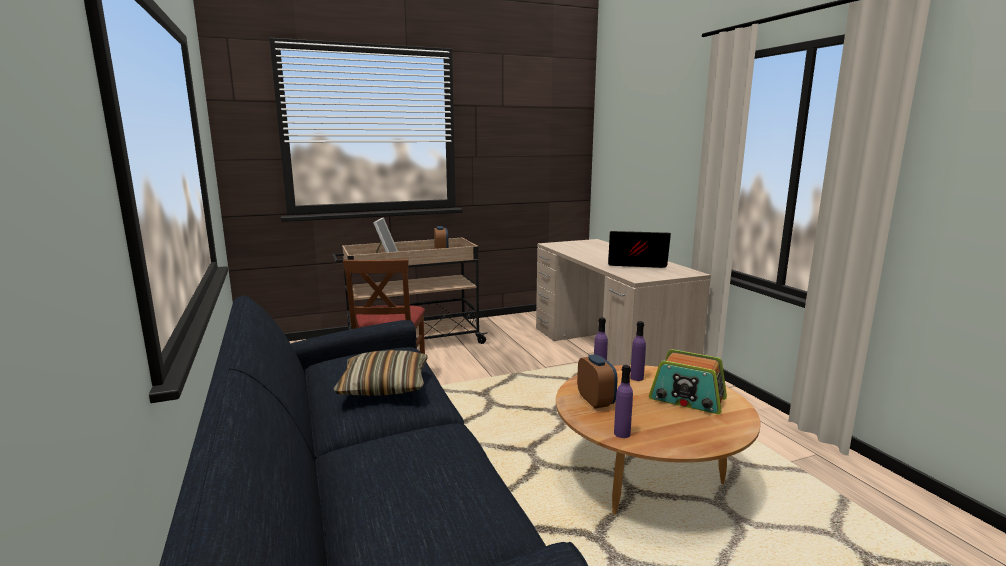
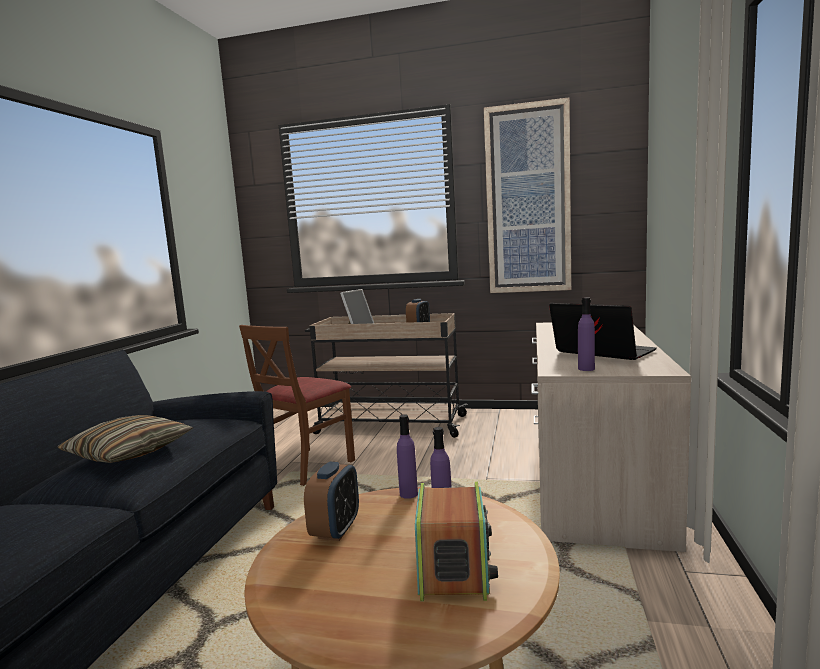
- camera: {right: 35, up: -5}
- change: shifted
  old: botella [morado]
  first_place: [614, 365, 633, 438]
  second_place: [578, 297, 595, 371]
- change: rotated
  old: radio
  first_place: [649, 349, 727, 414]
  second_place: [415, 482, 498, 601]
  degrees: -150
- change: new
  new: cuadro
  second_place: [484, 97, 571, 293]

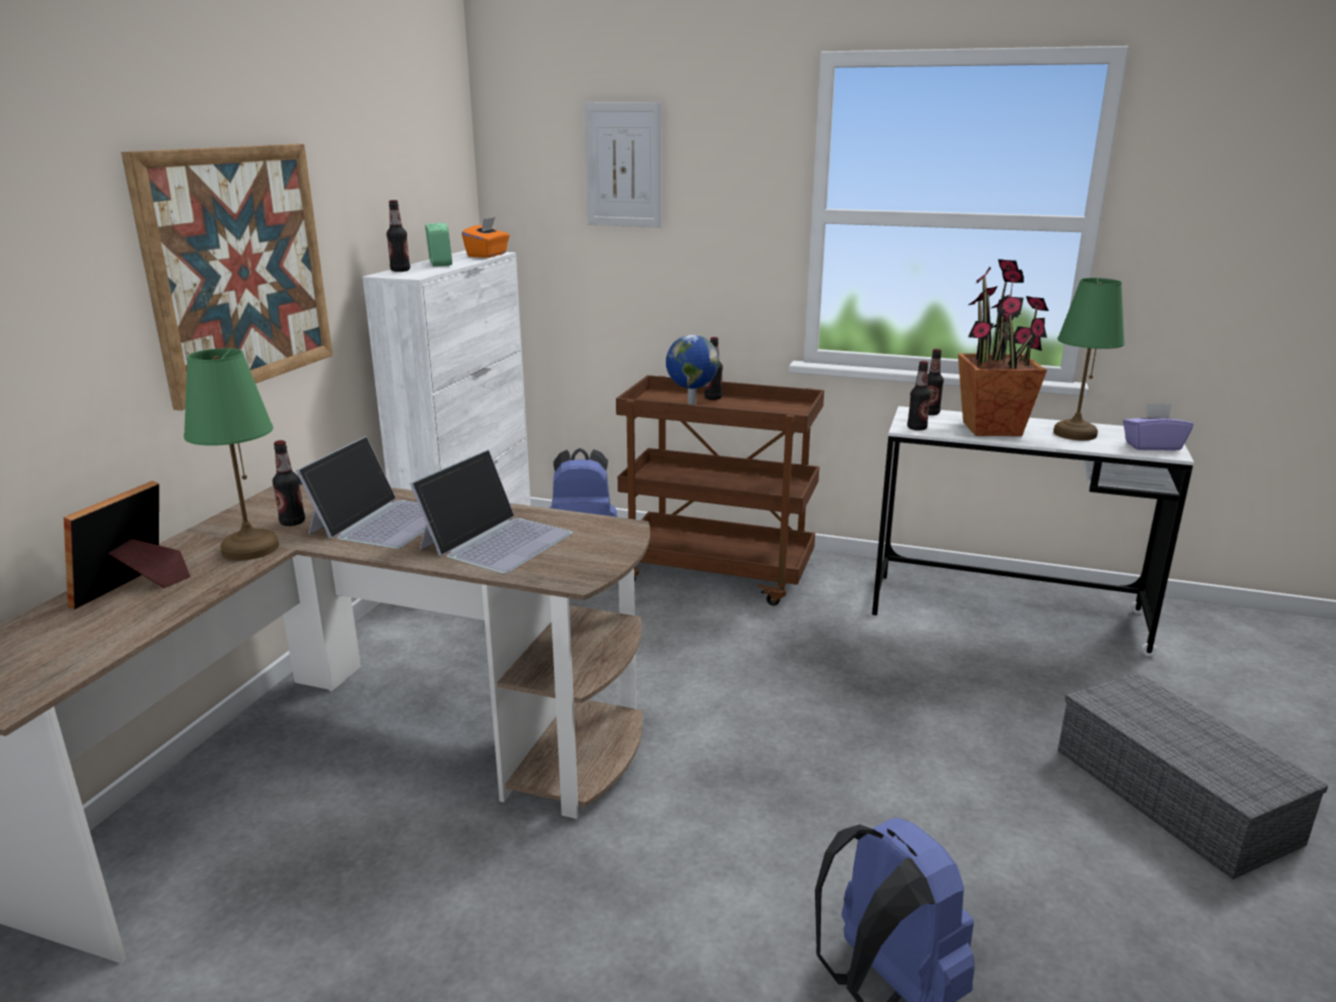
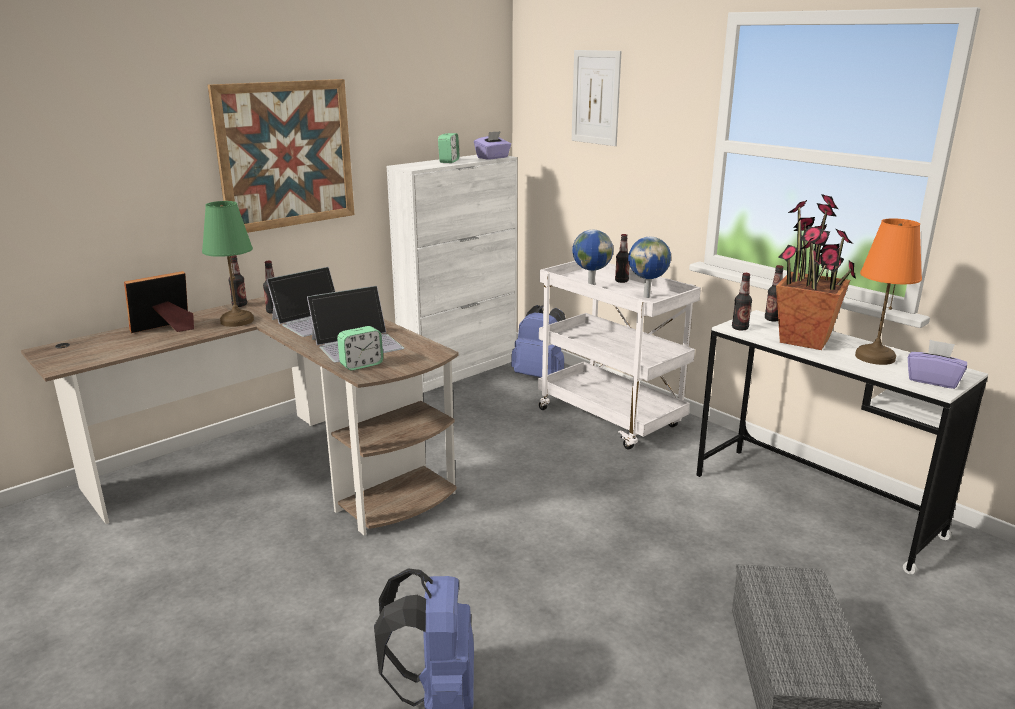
- camera: {right: 30, up: 0}
- change: shifted
  old: botella
  first_place: [387, 200, 410, 272]
  second_place: [229, 255, 247, 307]
- change: repainted
  old: caja de pañuelos [naranja]
  new: caja de pañuelos [morado]
  first_place: [462, 217, 510, 258]
  second_place: [474, 131, 511, 160]
- change: repainted
  old: carrito [marrón]
  new: carrito [blanco]
  first_place: [616, 375, 824, 606]
  second_place: [538, 261, 701, 450]
- change: repainted
  old: lámpara de mesa [verde]
  new: lámpara de mesa [naranja]
  first_place: [1053, 278, 1125, 441]
  second_place: [855, 218, 922, 365]
- change: new
  new: despertador
  second_place: [337, 326, 383, 370]
- change: new
  new: globo terráqueo
  second_place: [628, 237, 671, 298]

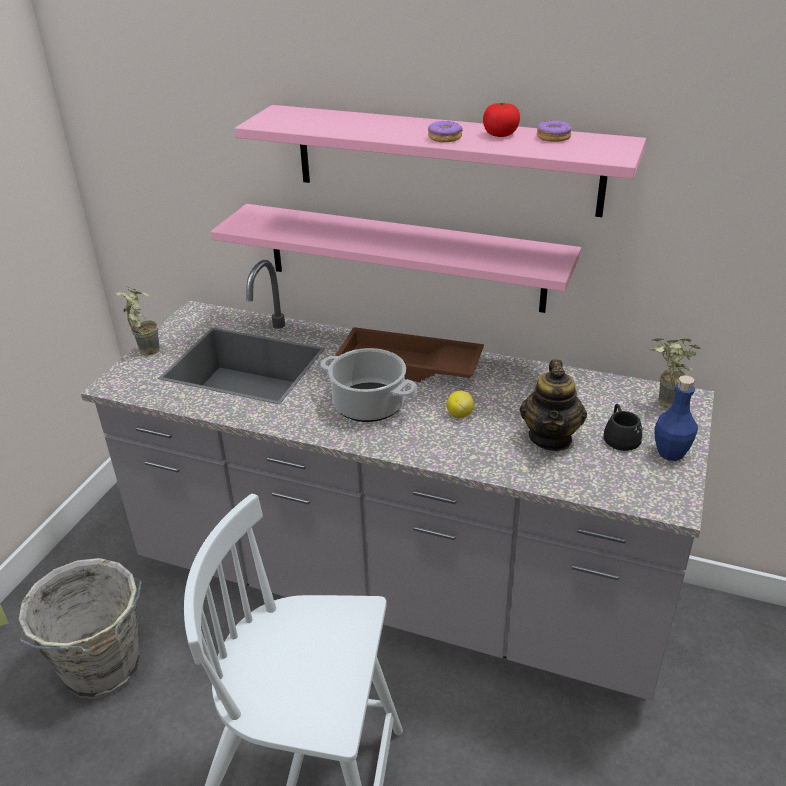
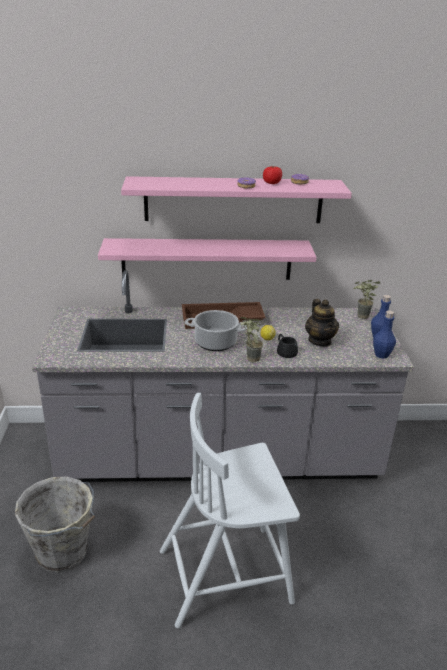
- camera: {right: -25, up: -5}
- change: shifted
  old: planta en maceta
  first_place: [116, 286, 159, 356]
  second_place: [240, 317, 263, 362]
- change: shifted
  old: taza grande [negro]
  first_place: [604, 404, 643, 451]
  second_place: [277, 334, 298, 358]
- change: new
  new: botella [azul]
  second_place: [373, 310, 396, 359]

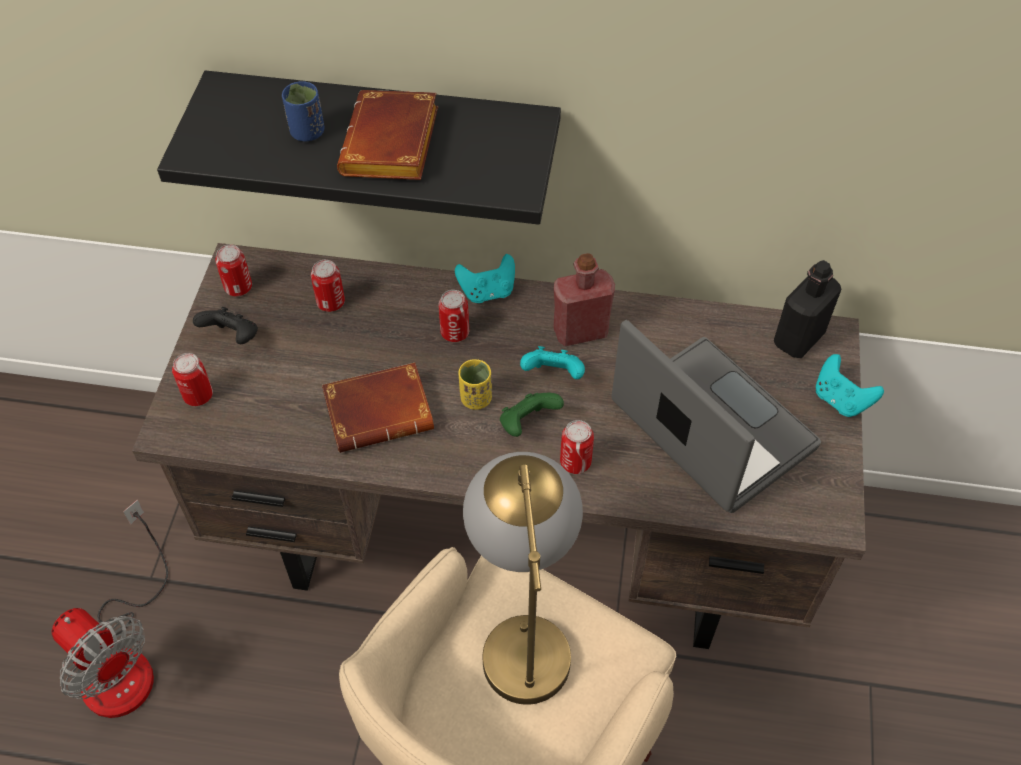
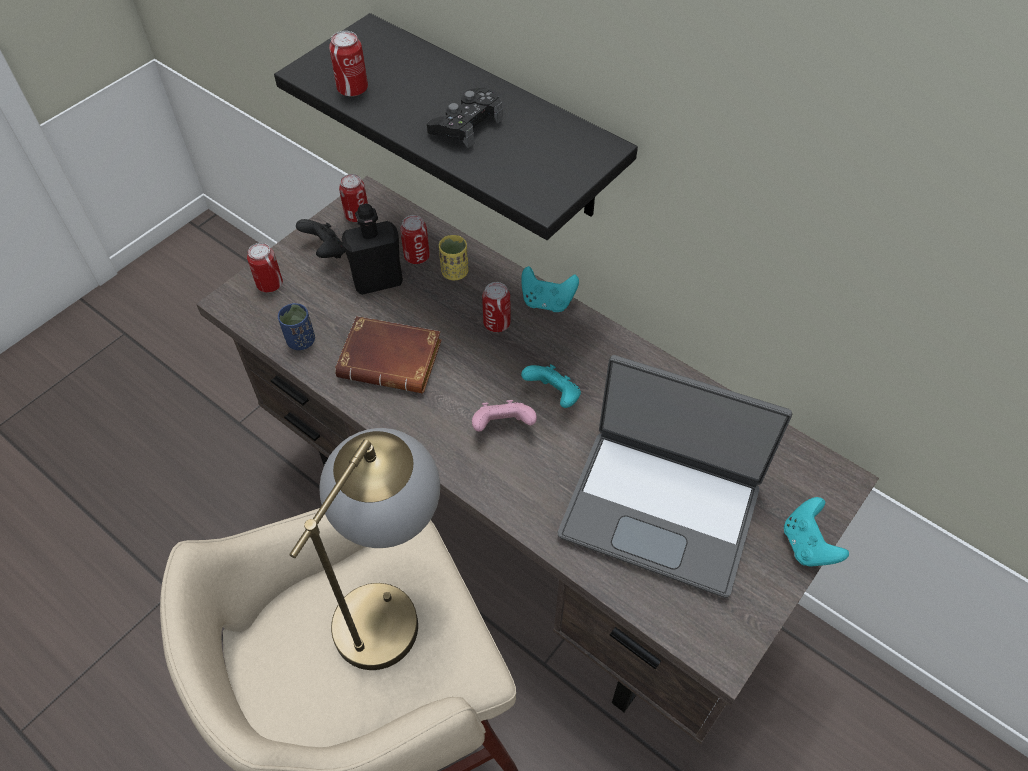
- camera: {right: 30, up: 0}
- change: gone
  old: ventilador
  first_place: [52, 500, 168, 718]
- change: shifted
  old: taza [azul]
  first_place: [282, 81, 324, 141]
  second_place: [278, 303, 315, 350]
- change: swapped
  old: libro [marrón]
  new: mando de consola [negro]
  first_place: [337, 90, 438, 180]
  second_place: [427, 87, 503, 148]
- change: shifted
  old: taza [amarillo]
  first_place: [458, 359, 492, 410]
  second_place: [439, 235, 468, 280]
- change: repainted
  old: mando de consola [verde]
  new: mando de consola [rosa]
  first_place: [500, 393, 564, 437]
  second_place: [472, 400, 537, 432]
- change: gone
  old: botella [rojo]
  first_place: [553, 253, 615, 346]
- change: shifted
  old: lata
  first_place: [560, 420, 594, 474]
  second_place: [329, 31, 368, 97]
- change: rotated
  old: portátil
  first_place: [611, 320, 821, 513]
  second_place: [558, 355, 792, 598]
  degrees: 120
- change: shifted
  old: botella [negro]
  first_place: [774, 260, 842, 358]
  second_place: [342, 204, 403, 295]

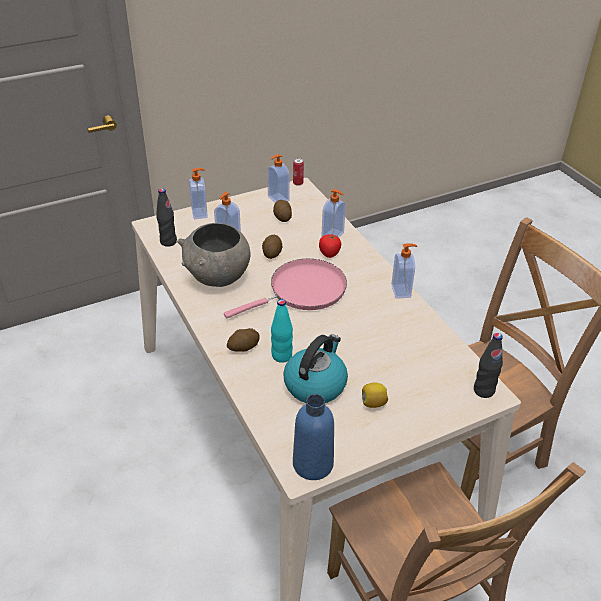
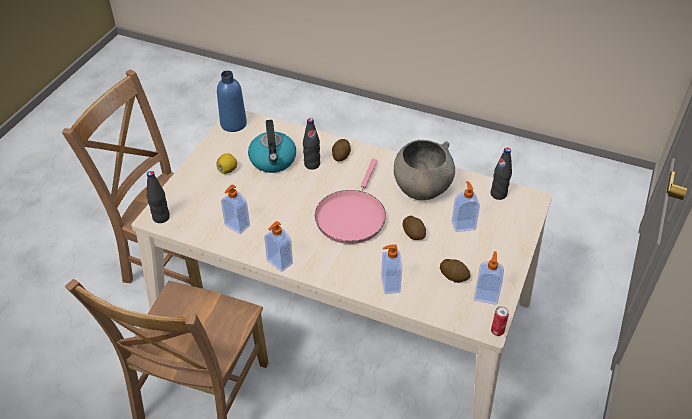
- camera: {right: 140, up: 5}
- change: shifted
  old: dispensador de jabón
  first_place: [189, 168, 208, 219]
  second_place: [221, 185, 250, 234]
- change: repainted
  old: botella [turquesa]
  new: botella [negro]
  first_place: [271, 299, 293, 363]
  second_place: [303, 118, 320, 170]
- change: gone
  old: tomate
  first_place: [319, 234, 341, 258]

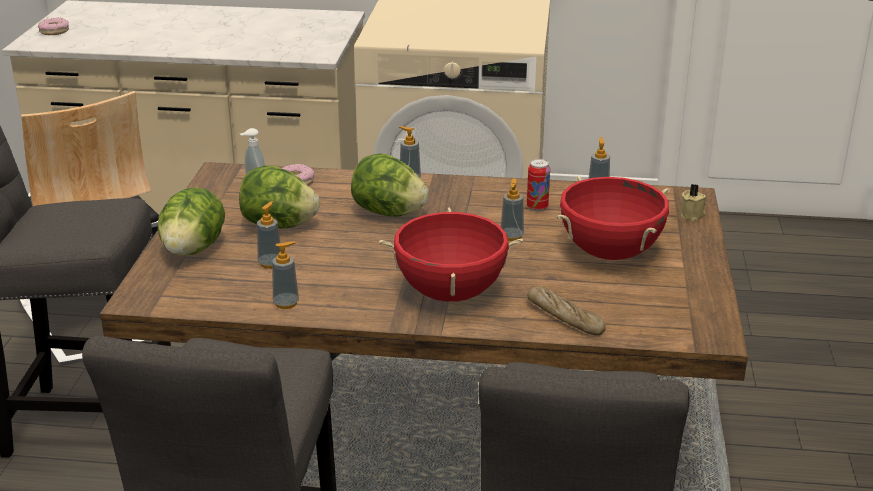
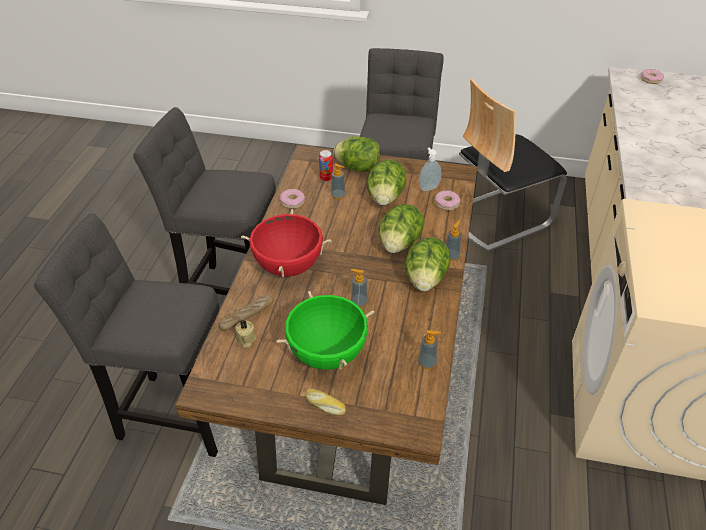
- camera: {right: 95, up: 15}
- change: swapped
  old: dispensador de jabón
  new: rosquilla
  first_place: [272, 242, 299, 309]
  second_place: [279, 189, 305, 209]
- change: shifted
  old: lata
  first_place: [527, 159, 550, 211]
  second_place: [319, 150, 333, 182]
- change: repainted
  old: olla [rojo]
  new: olla [verde]
  first_place: [557, 176, 670, 260]
  second_place: [277, 291, 374, 370]
- change: shifted
  old: vela [beis]
  first_place: [680, 184, 706, 221]
  second_place: [235, 320, 256, 348]
- change: new
  new: pan
  second_place: [305, 389, 346, 415]
- change: new
  new: lechuga
  second_place: [405, 237, 450, 291]

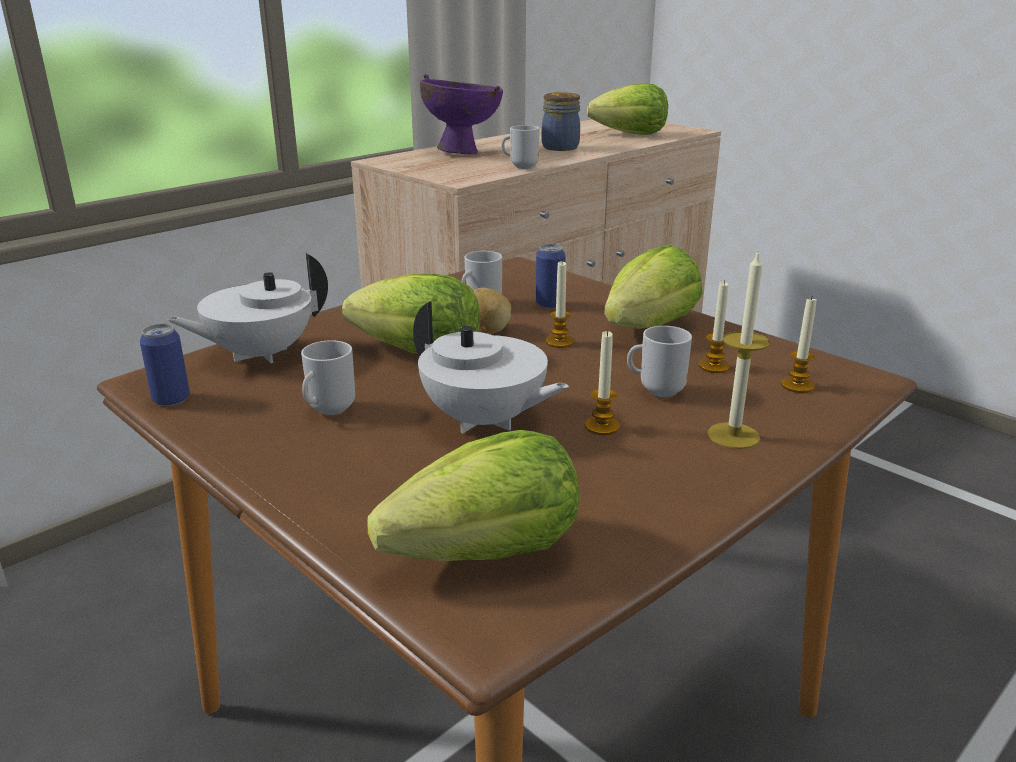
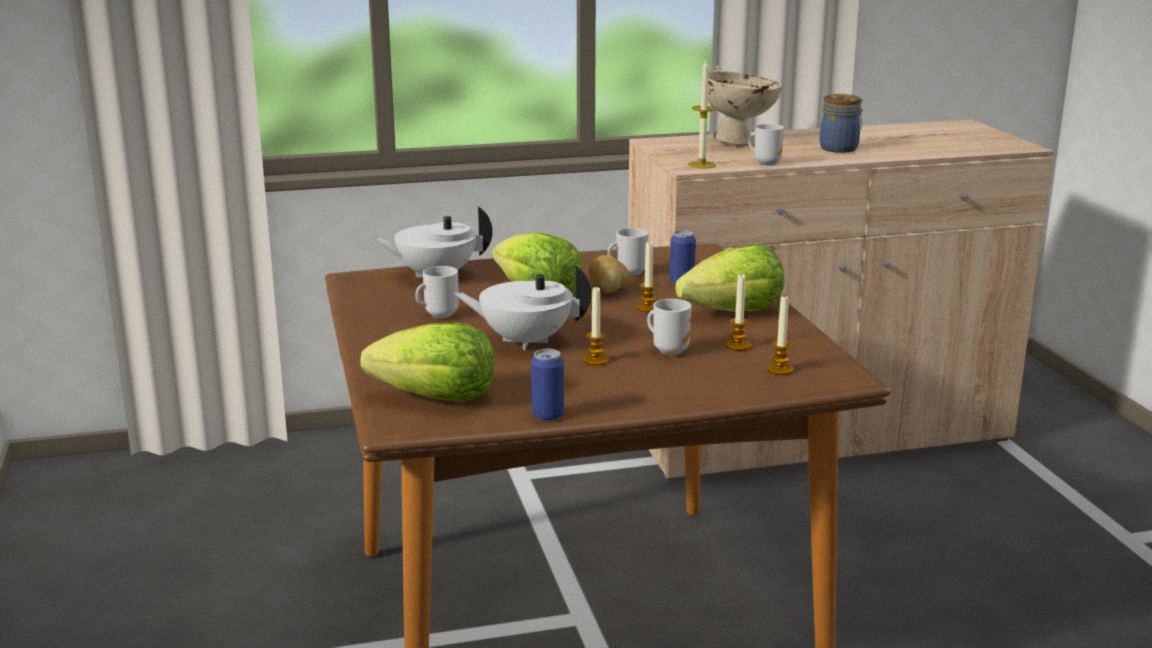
- camera: {right: 30, up: -5}
- change: shifted
  old: lata
  first_place: [140, 324, 190, 406]
  second_place: [531, 349, 564, 421]
- change: rotated
  old: tetera [blanco]
  first_place: [413, 301, 569, 433]
  second_place: [454, 266, 591, 350]
  degrees: 120
- change: repainted
  old: cuenco [morado]
  new: cuenco [beis]
  first_place: [420, 74, 503, 154]
  second_place: [707, 66, 782, 145]
- change: gone
  old: lechuga
  first_place: [587, 84, 668, 135]
- change: shifted
  old: vela
  first_place: [708, 250, 770, 449]
  second_place: [688, 60, 716, 169]

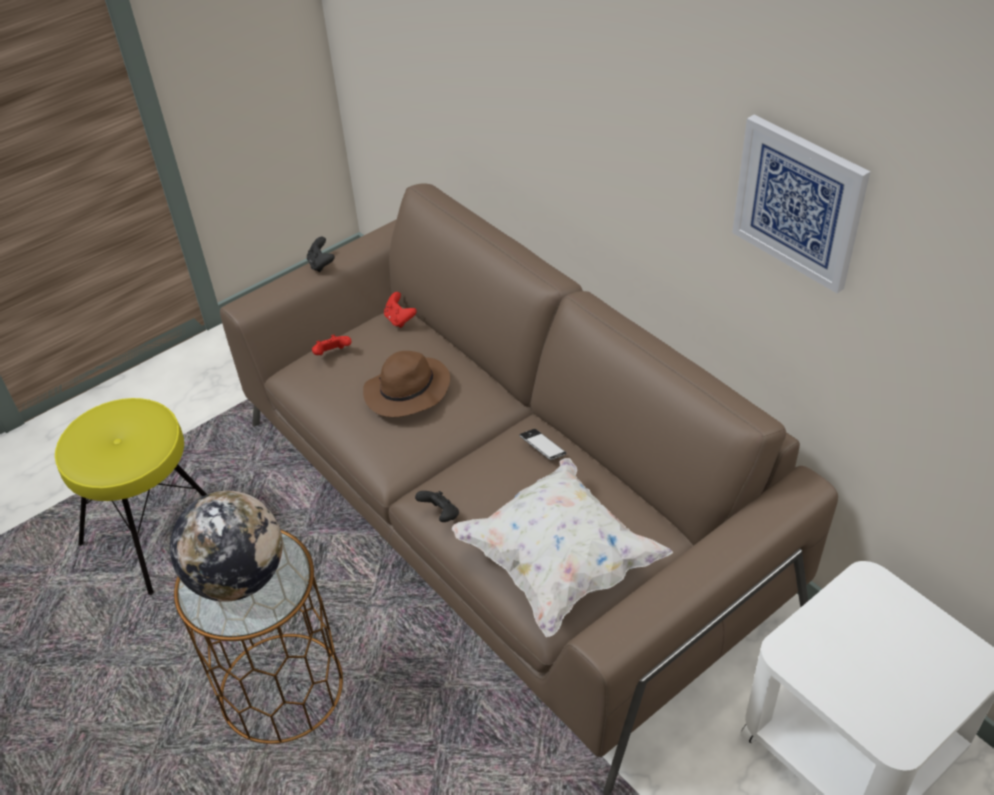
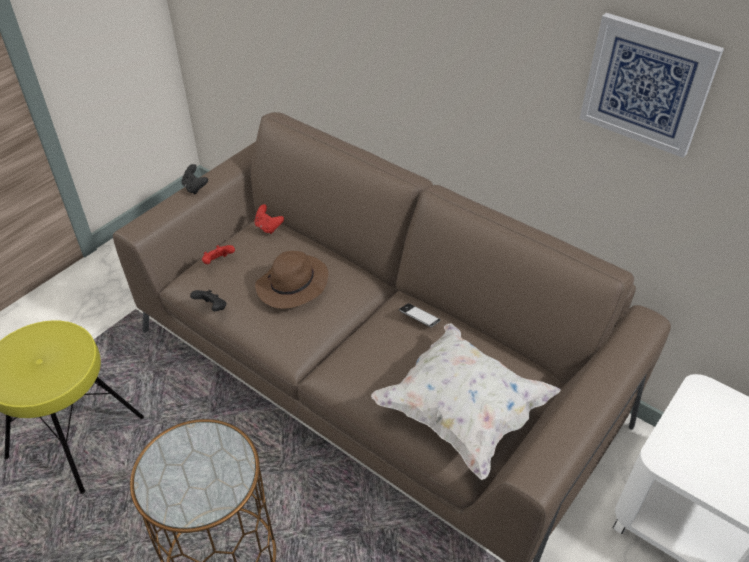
- camera: {right: -15, up: 0}
- change: gone
  old: globo terráqueo
  first_place: [170, 491, 283, 602]
- change: shifted
  old: mando de consola [negro]
  first_place: [415, 491, 459, 522]
  second_place: [190, 290, 226, 311]

